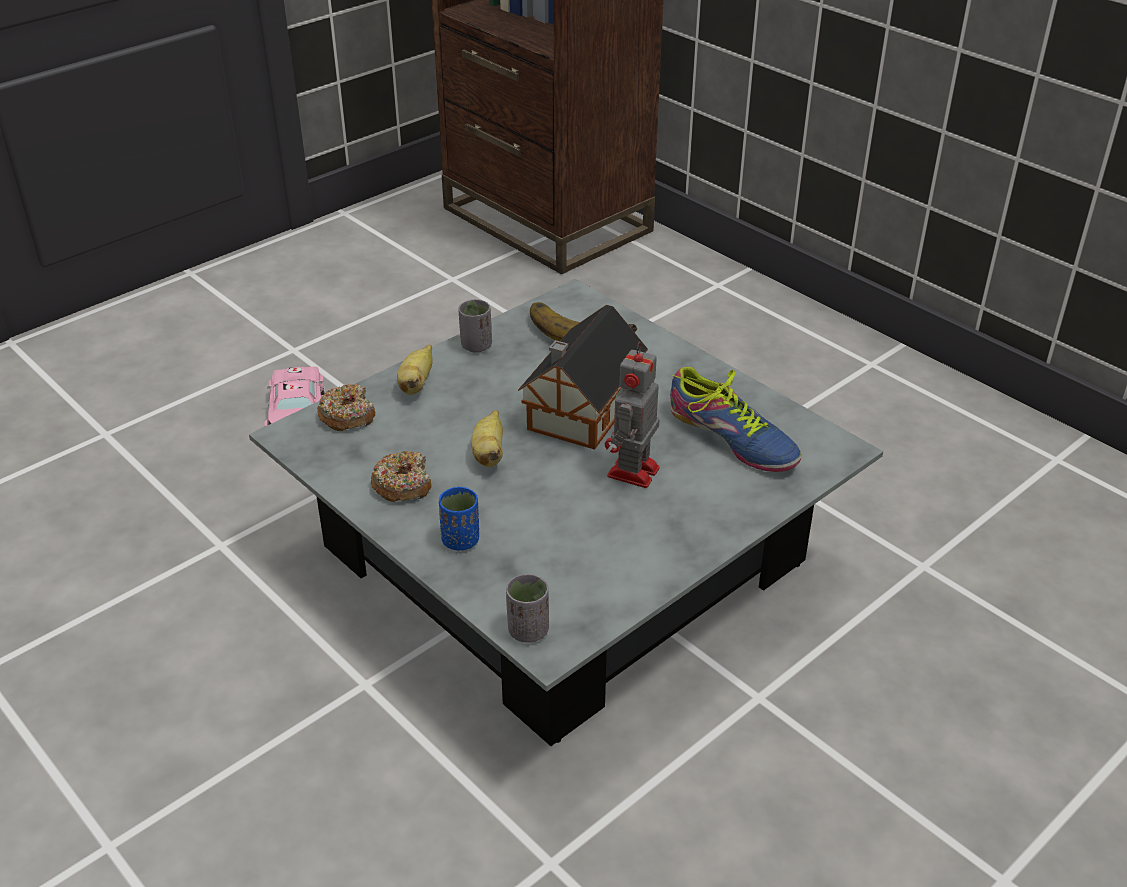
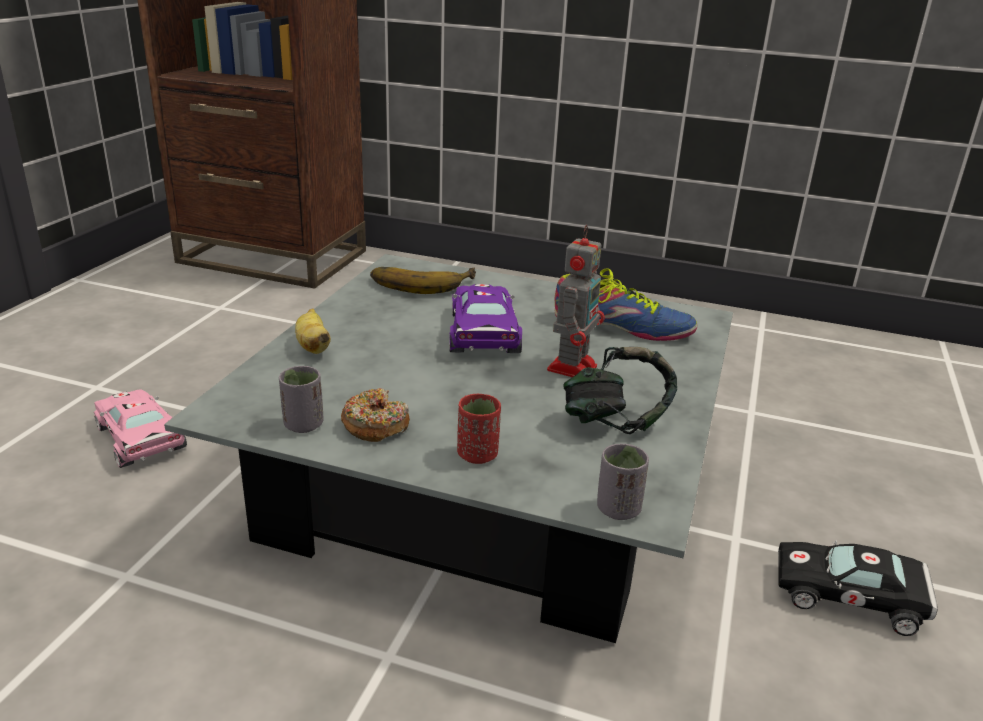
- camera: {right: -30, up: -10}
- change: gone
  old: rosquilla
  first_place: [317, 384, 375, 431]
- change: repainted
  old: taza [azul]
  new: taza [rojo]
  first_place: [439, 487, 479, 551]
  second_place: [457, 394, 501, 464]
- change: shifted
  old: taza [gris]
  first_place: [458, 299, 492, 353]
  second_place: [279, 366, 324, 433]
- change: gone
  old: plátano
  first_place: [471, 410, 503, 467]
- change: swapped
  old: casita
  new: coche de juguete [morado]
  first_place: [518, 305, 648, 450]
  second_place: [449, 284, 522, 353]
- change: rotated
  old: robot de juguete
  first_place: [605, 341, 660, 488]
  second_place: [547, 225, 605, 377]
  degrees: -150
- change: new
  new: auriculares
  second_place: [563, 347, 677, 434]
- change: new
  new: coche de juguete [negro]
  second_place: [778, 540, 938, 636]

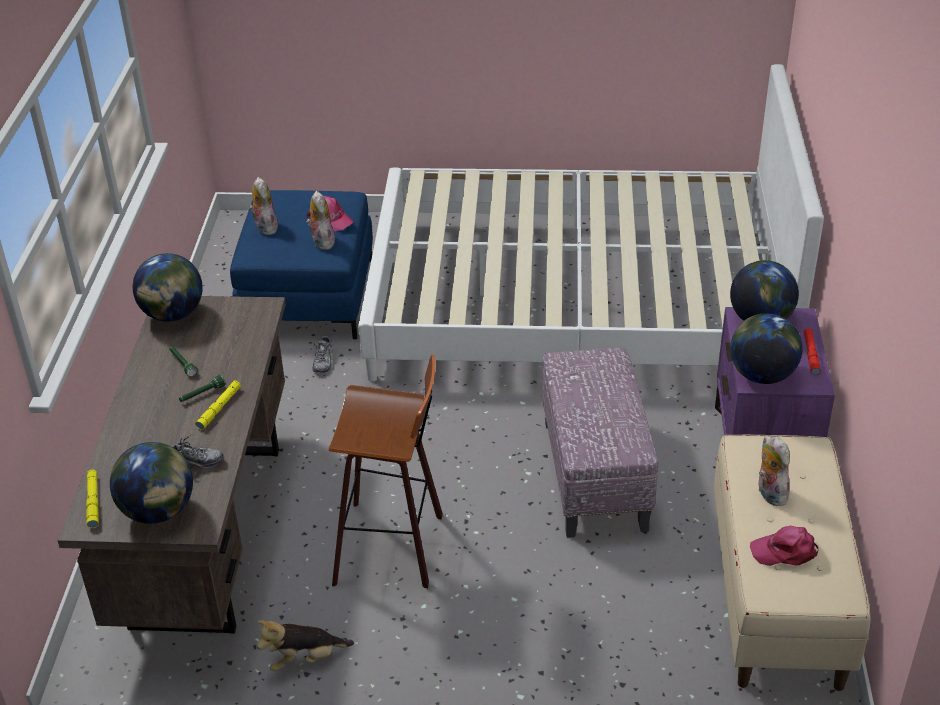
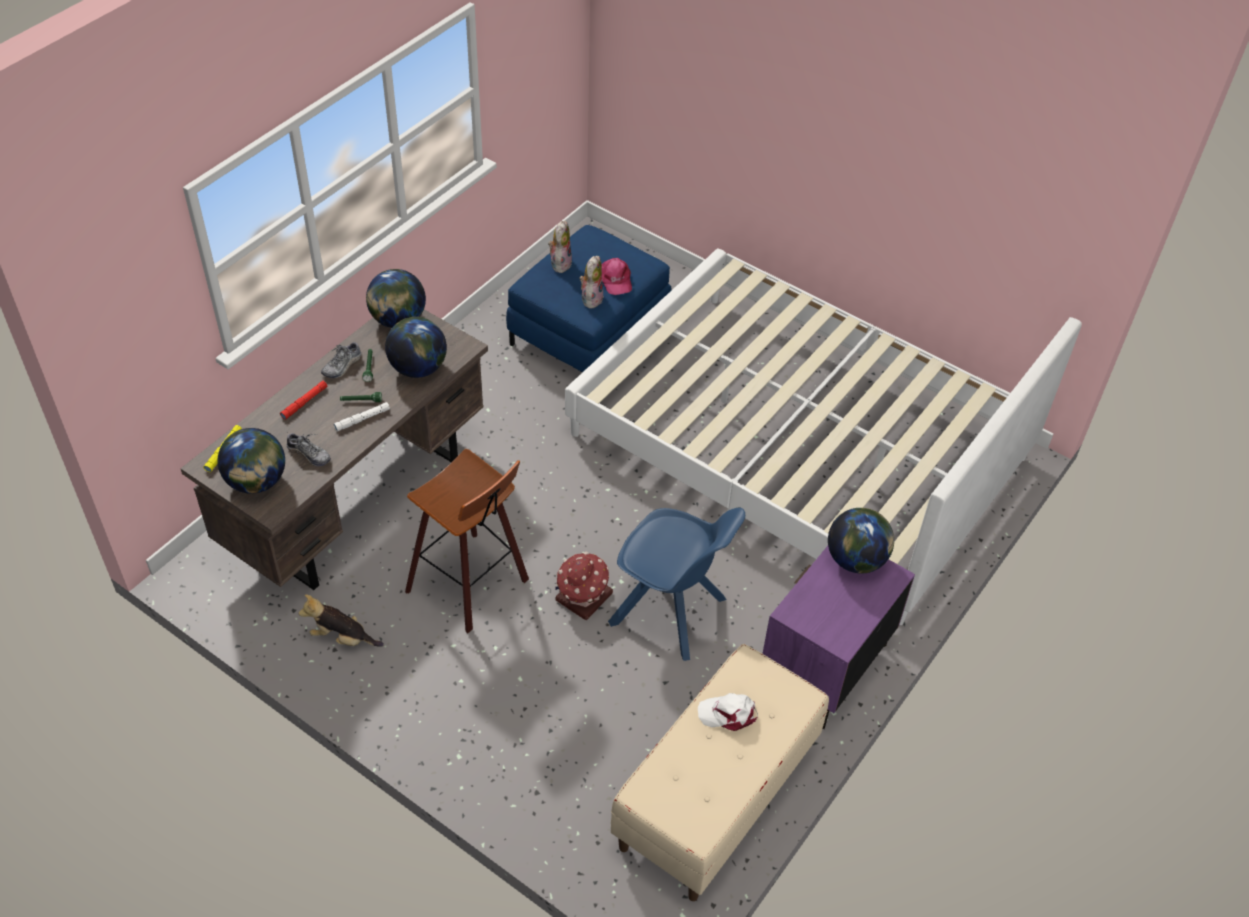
- camera: {right: 30, up: 10}
- change: repainted
  old: linterna [amarillo]
  new: linterna [blanco]
  first_place: [195, 381, 241, 430]
  second_place: [334, 402, 390, 432]
- change: shifted
  old: zapato
  first_place: [310, 335, 334, 373]
  second_place: [321, 341, 361, 378]
- change: swapped
  old: puf
  new: silla [azul]
  first_place: [542, 348, 658, 538]
  second_place: [608, 508, 745, 661]
- change: shifted
  old: globo terráqueo
  first_place: [730, 313, 802, 384]
  second_place: [385, 317, 447, 378]
- change: gone
  old: gorra [rosa]
  first_place: [750, 525, 818, 566]
- change: swapped
  old: peluche
  new: gorra [blanco]
  first_place: [758, 436, 790, 506]
  second_place: [698, 693, 758, 731]
- change: shifted
  old: linterna [rojo]
  first_place: [804, 328, 821, 375]
  second_place: [280, 381, 327, 420]
- change: new
  new: casita
  second_place: [555, 551, 613, 620]

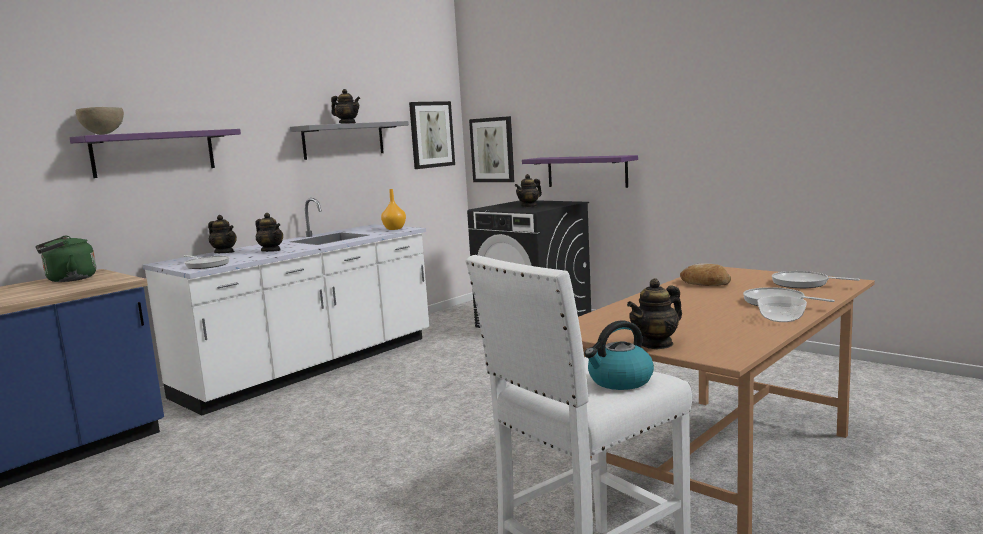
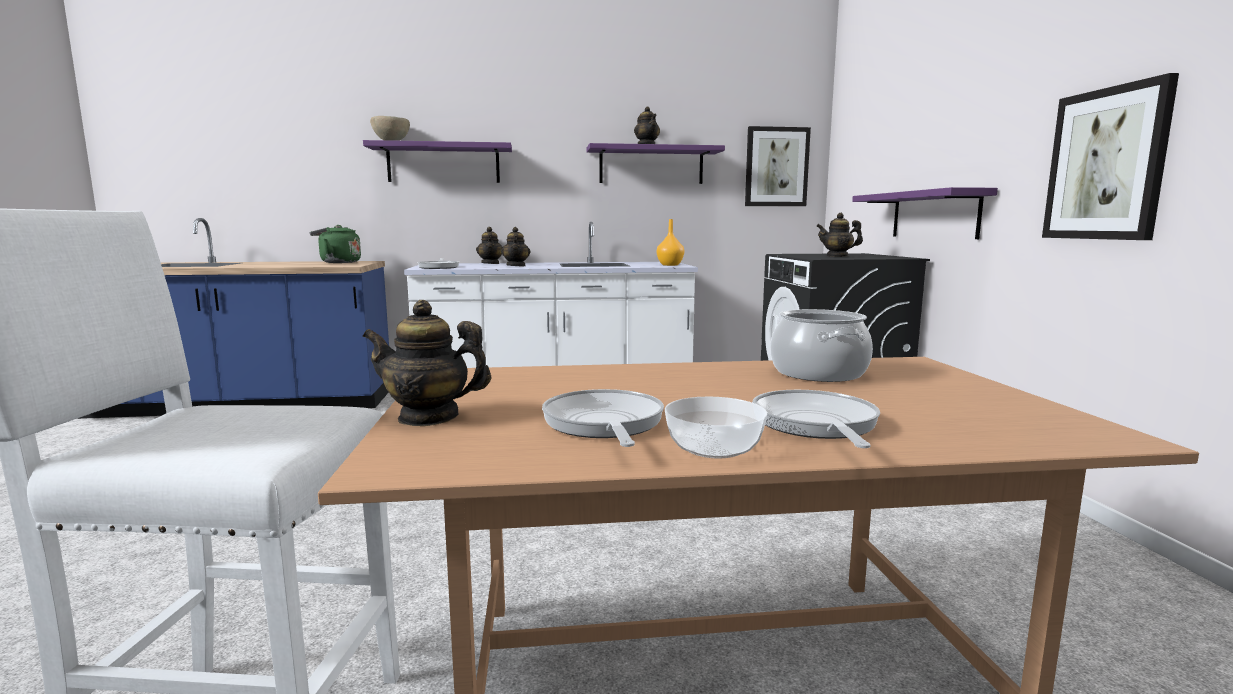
- camera: {right: 40, up: 0}
- change: repainted
  old: estante [gris]
  new: estante [morado]
  first_place: [290, 121, 409, 160]
  second_place: [587, 143, 725, 184]
- change: shifted
  old: cuadro
  first_place: [469, 116, 514, 182]
  second_place: [1042, 73, 1179, 240]
- change: gone
  old: hervidor
  first_place: [584, 320, 654, 390]
- change: swapped
  old: pan
  new: olla
  first_place: [680, 263, 731, 286]
  second_place: [770, 309, 873, 382]
- change: shifted
  old: sartén
  first_place: [772, 271, 860, 288]
  second_place: [542, 389, 664, 447]

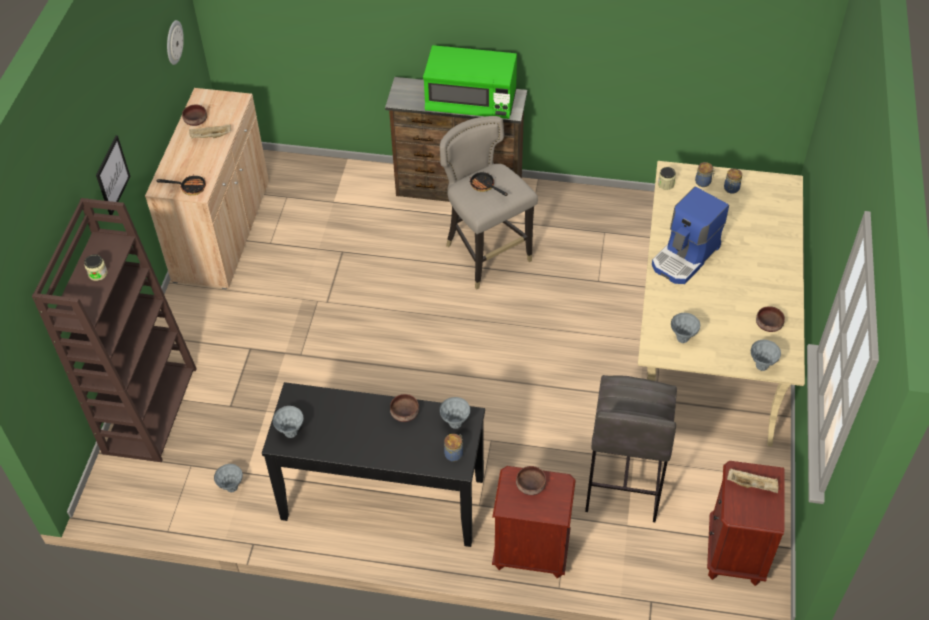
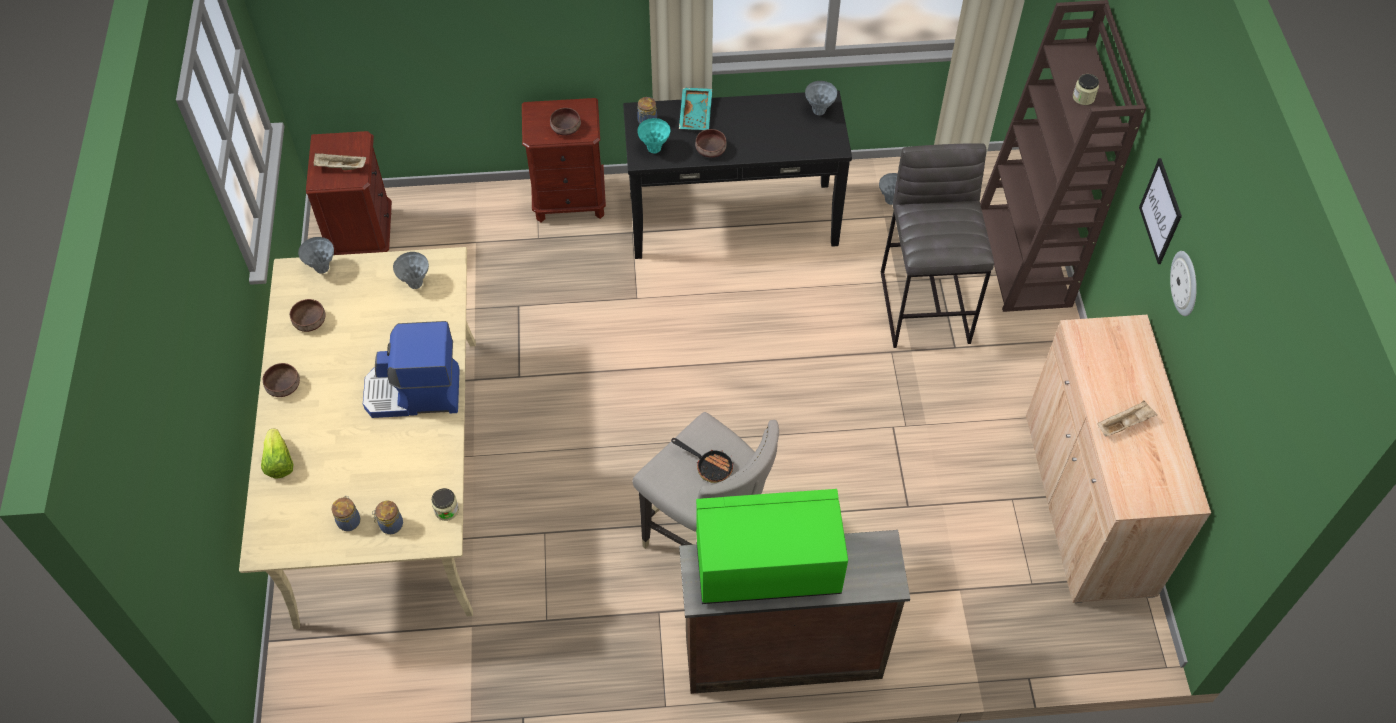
- camera: {right: 165, up: 5}
- change: gone
  old: sartén
  first_place: [157, 174, 206, 195]
- change: shifted
  old: reloj de pared
  first_place: [167, 20, 184, 65]
  second_place: [1170, 251, 1197, 316]
- change: shifted
  old: cuenco [marrón]
  first_place: [182, 105, 207, 126]
  second_place: [263, 363, 300, 397]
- change: repainted
  old: florero [gris]
  new: florero [turquesa]
  first_place: [439, 397, 470, 429]
  second_place: [637, 118, 670, 154]
- change: shifted
  old: taburete [gris]
  first_place: [585, 375, 677, 522]
  second_place: [881, 143, 994, 348]
- change: rotated
  old: cafetera
  first_place: [652, 187, 729, 284]
  second_place: [363, 321, 460, 418]
  degrees: -120
- change: new
  new: lechuga
  second_place: [261, 428, 294, 479]
- change: new
  new: bandeja [turquesa]
  second_place: [679, 88, 712, 130]

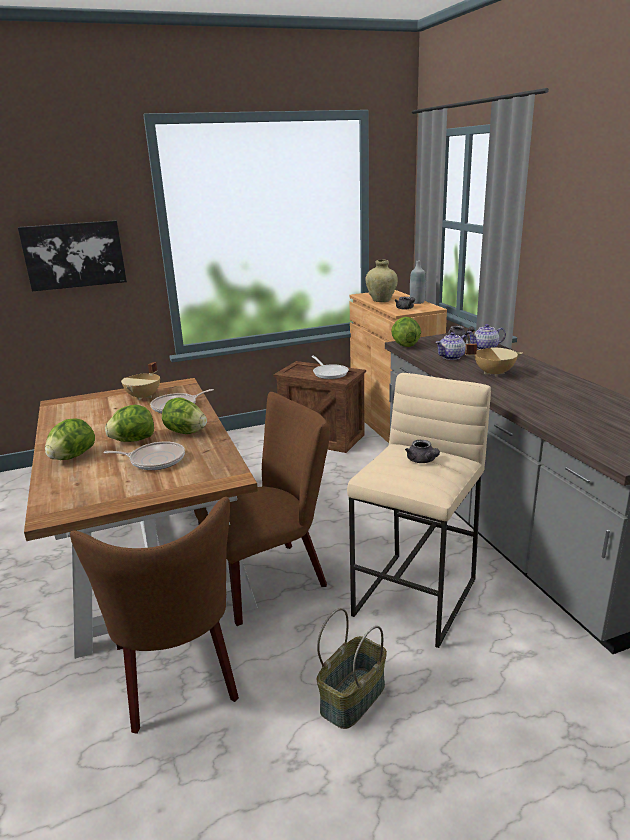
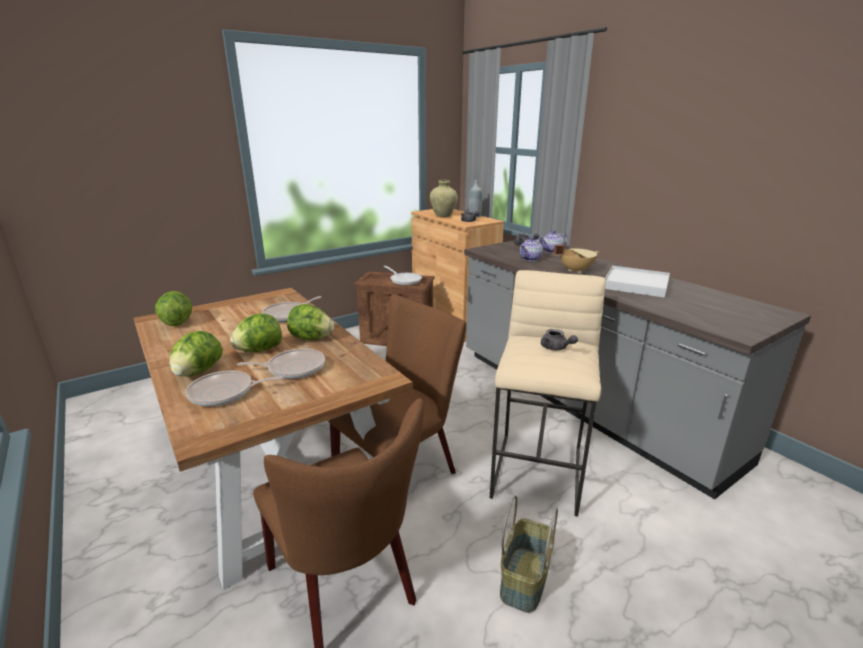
- camera: {right: -15, up: 0}
- change: gone
  old: cuadro
  first_place: [18, 220, 127, 291]
- change: gone
  old: olla [beis]
  first_place: [121, 362, 160, 400]
- change: shifted
  old: lechuga
  first_place: [391, 317, 421, 347]
  second_place: [155, 291, 192, 326]
- change: new
  new: sartén
  second_place: [185, 370, 283, 406]
- change: new
  new: bandeja [blanco]
  second_place: [605, 266, 670, 298]

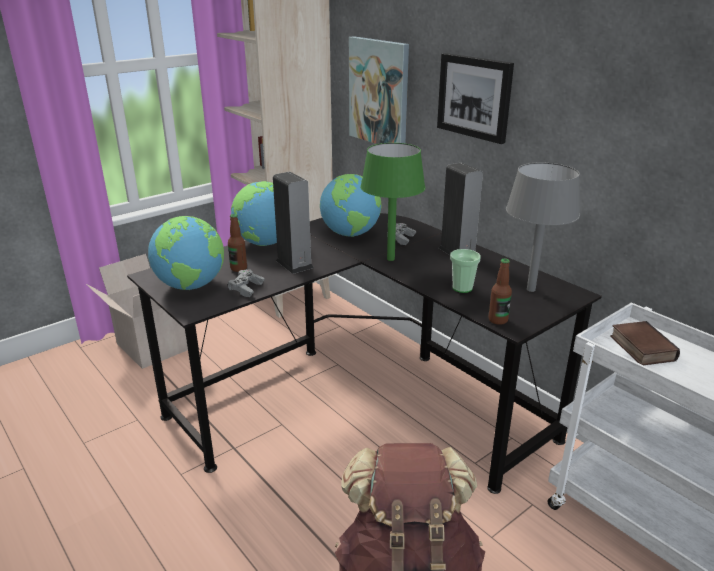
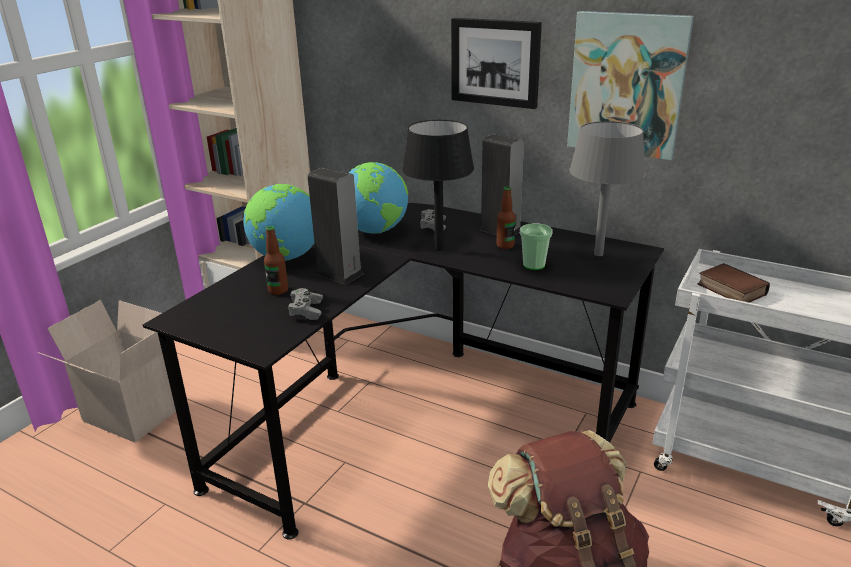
- camera: {right: -20, up: 0}
- change: gone
  old: globo terráqueo
  first_place: [148, 216, 224, 290]
- change: shifted
  old: cuadro
  first_place: [349, 36, 409, 144]
  second_place: [567, 11, 694, 160]
- change: repainted
  old: lámpara de mesa [verde]
  new: lámpara de mesa [negro]
  first_place: [361, 143, 426, 261]
  second_place: [402, 120, 474, 251]
- change: shifted
  old: botella
  first_place: [488, 259, 512, 325]
  second_place: [497, 186, 516, 249]

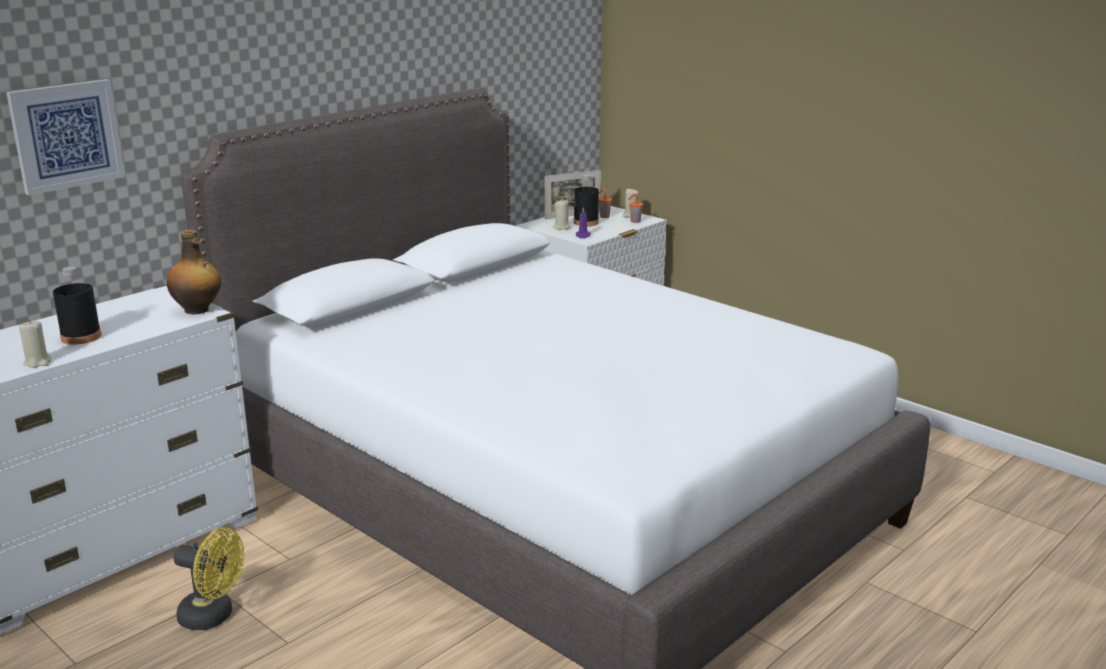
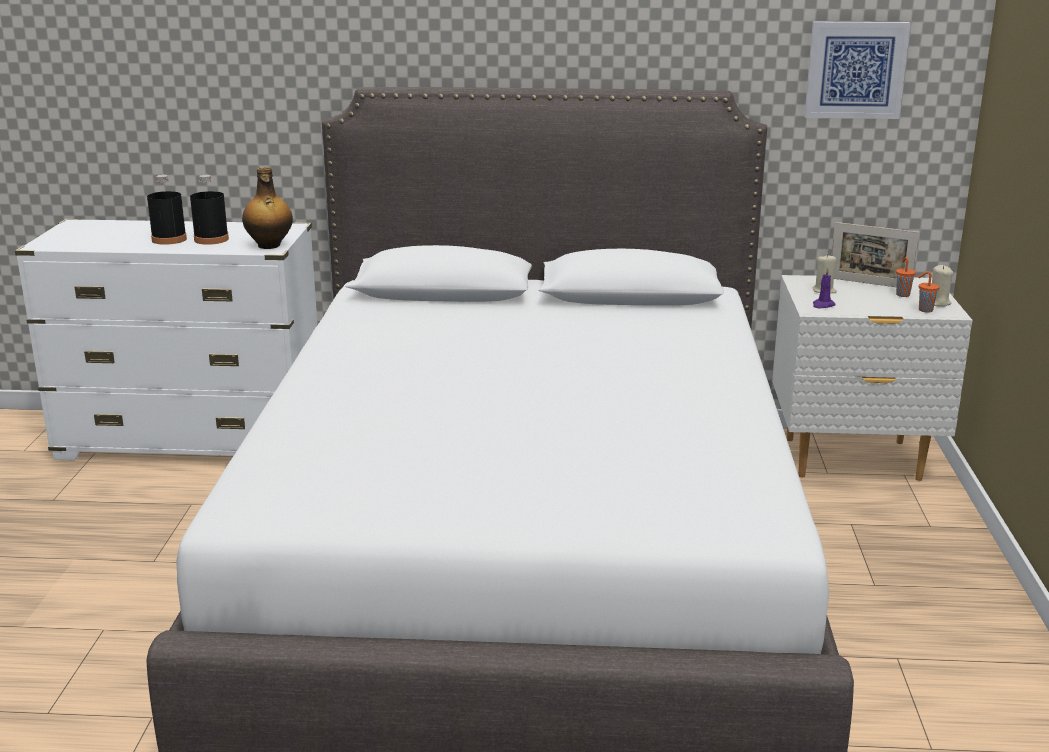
- camera: {right: 50, up: 0}
- change: shifted
  old: cuadro
  first_place: [6, 79, 125, 195]
  second_place: [804, 21, 911, 119]
- change: gone
  old: vela [beis]
  first_place: [19, 320, 52, 368]
- change: gone
  old: ventilador [amarillo]
  first_place: [174, 528, 244, 630]
- change: shifted
  old: botella [negro]
  first_place: [574, 175, 599, 227]
  second_place: [190, 175, 229, 245]

